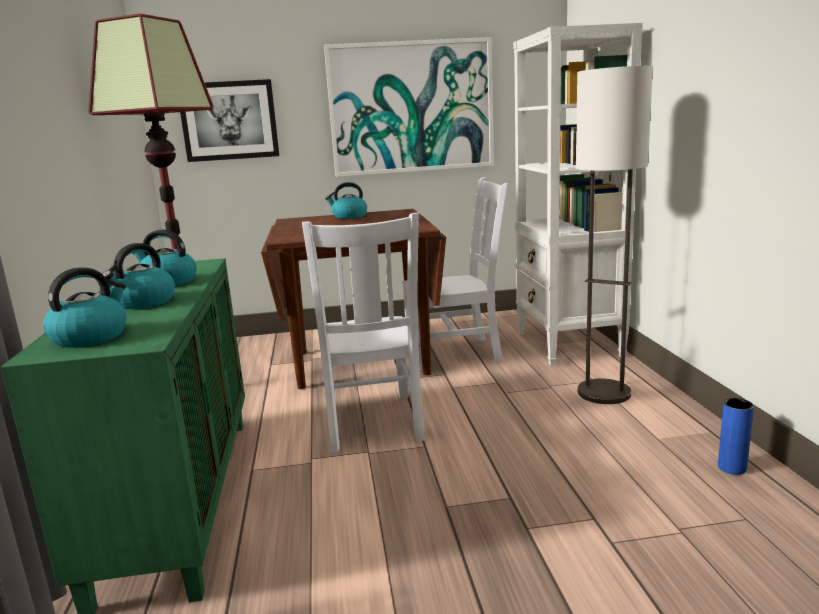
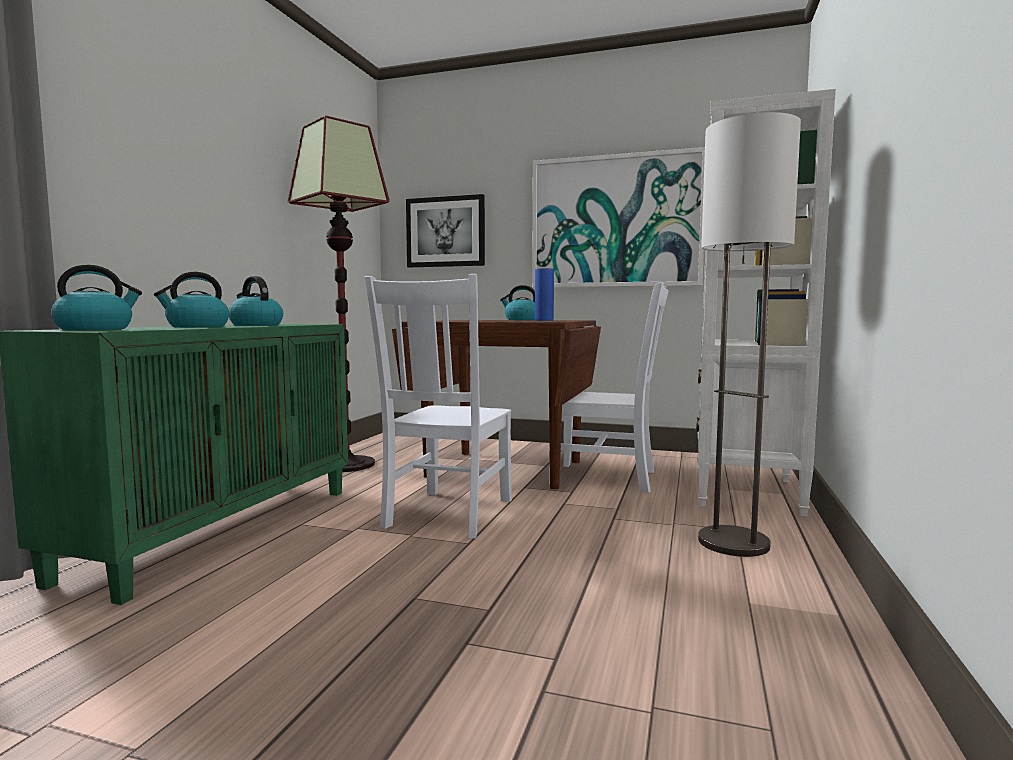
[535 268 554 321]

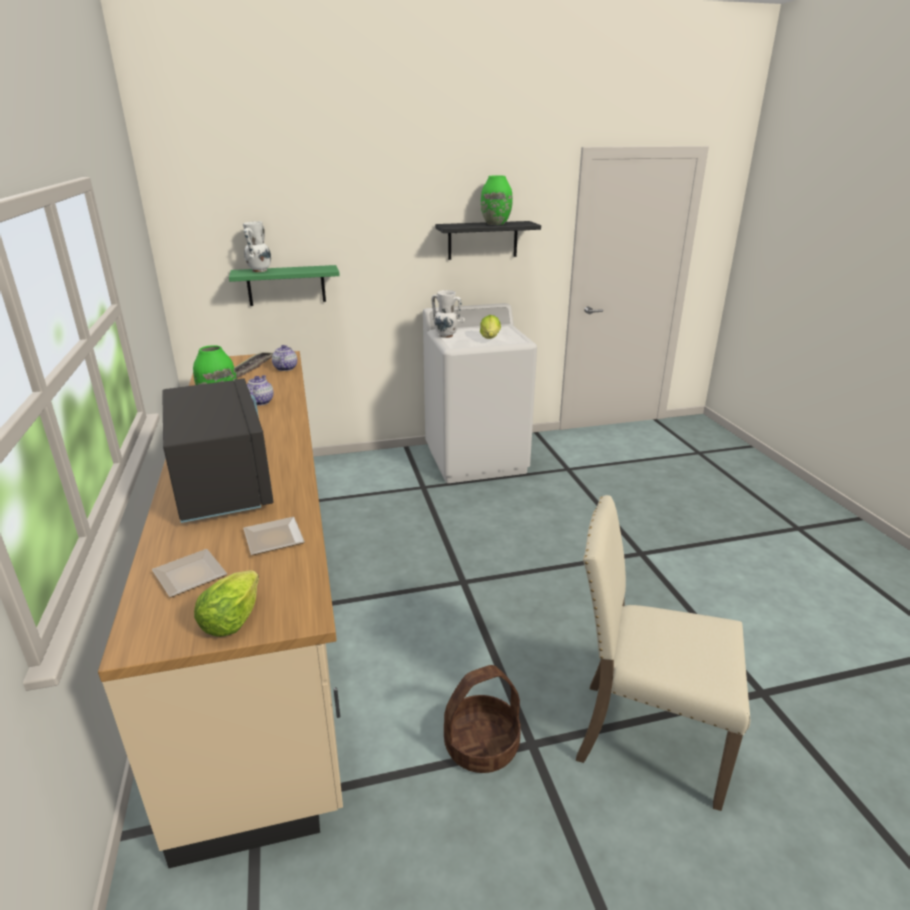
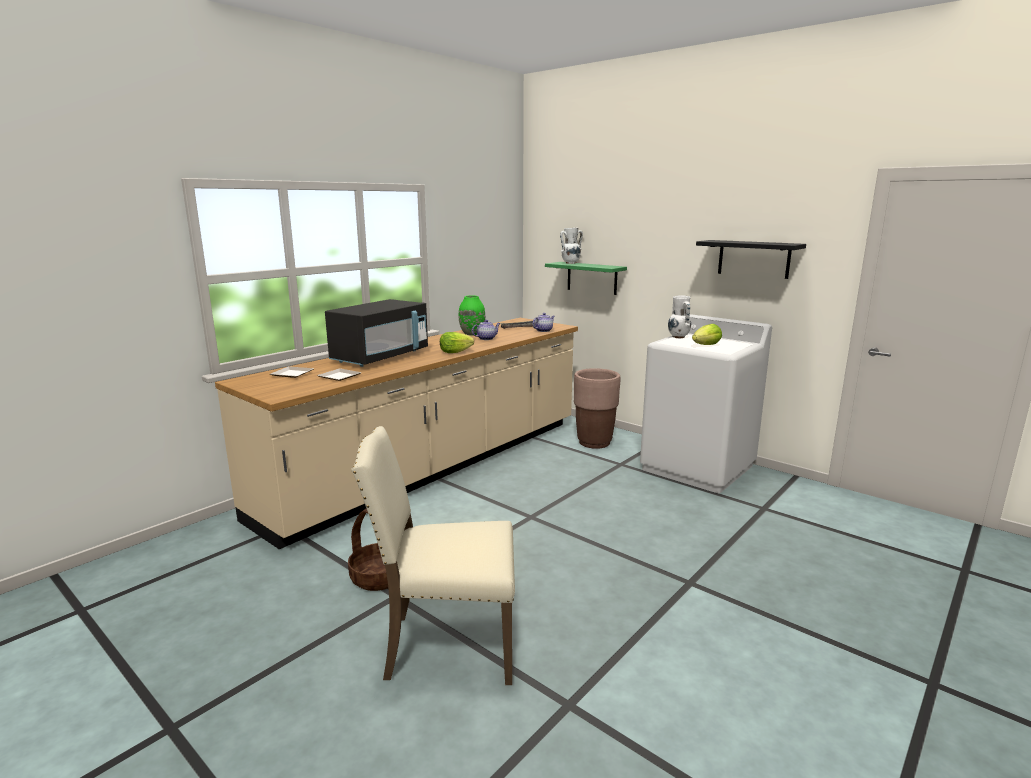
[440 332 474 353]
[481 175 513 225] (first image)
[351 426 515 685]
[574 368 620 449]

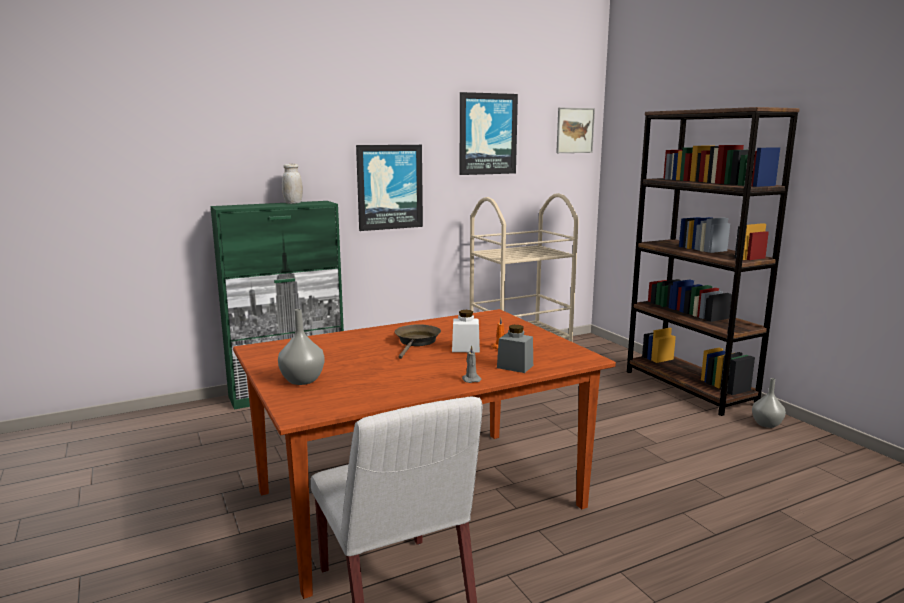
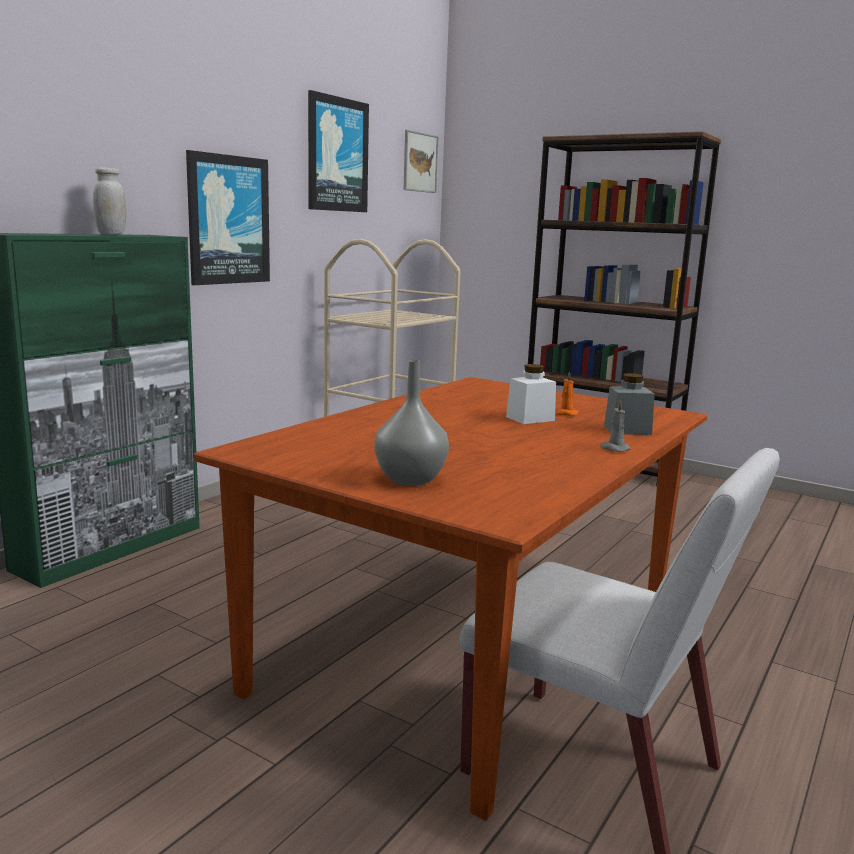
[395 324 441 359] (first image)
[752 378 786 428] (first image)

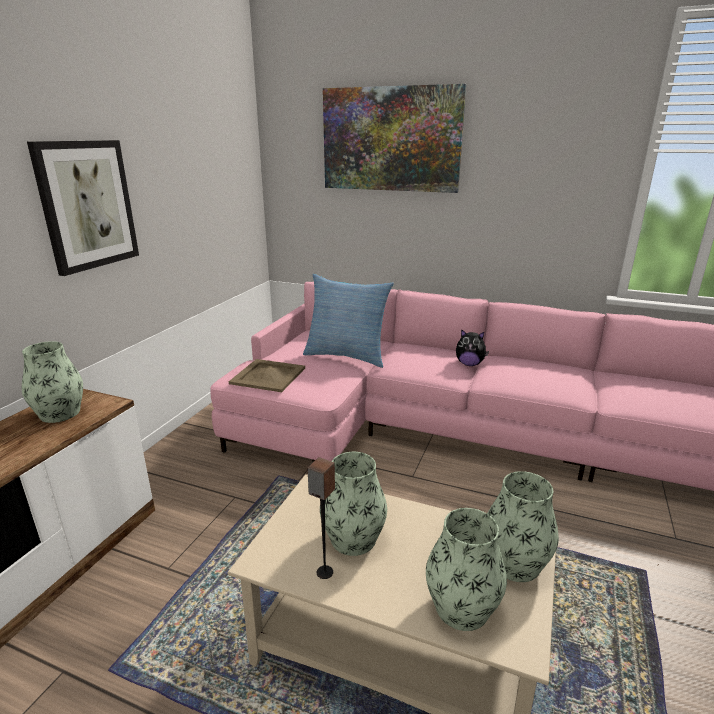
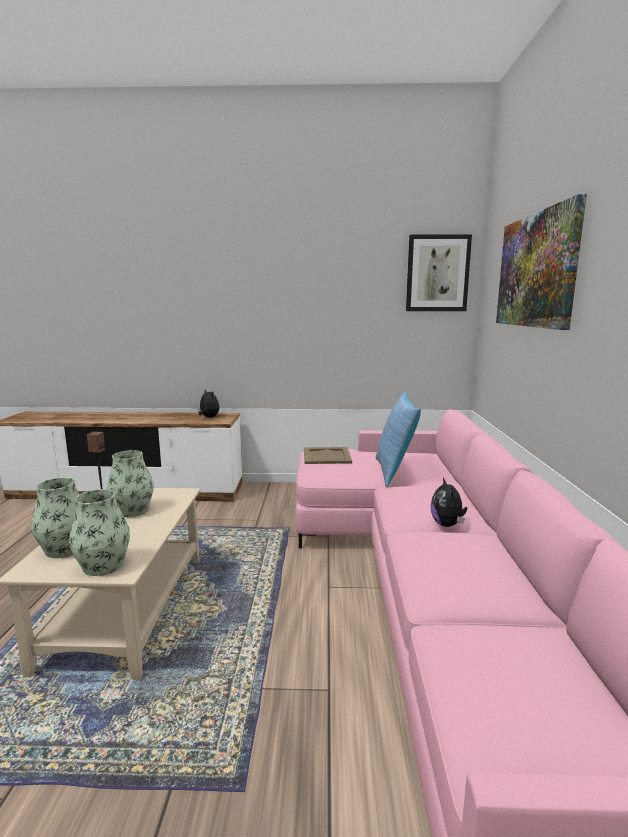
[197 389 219 418]
[406 234 472 311]

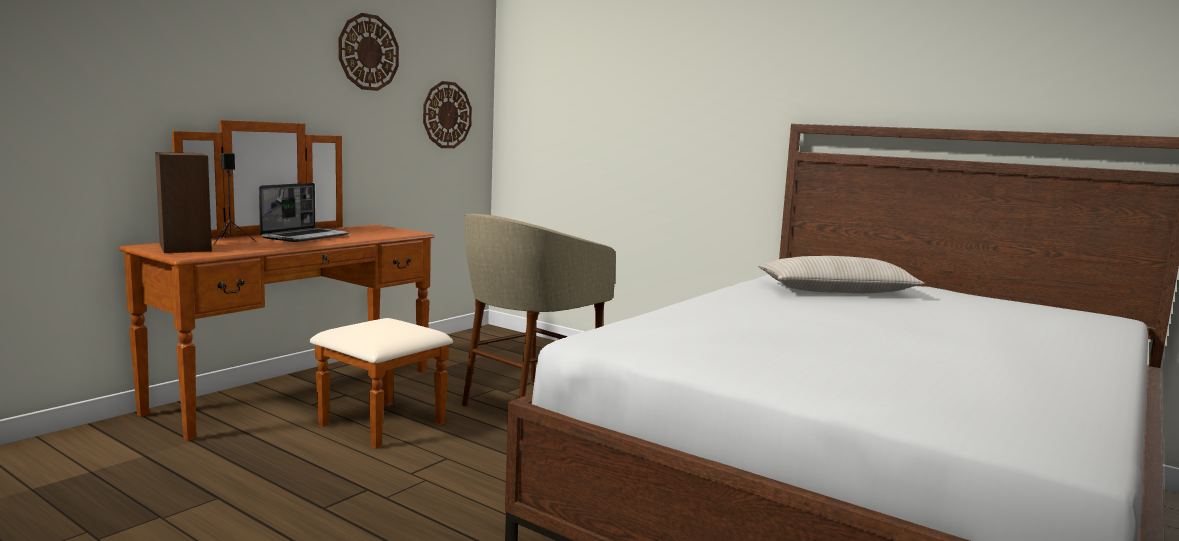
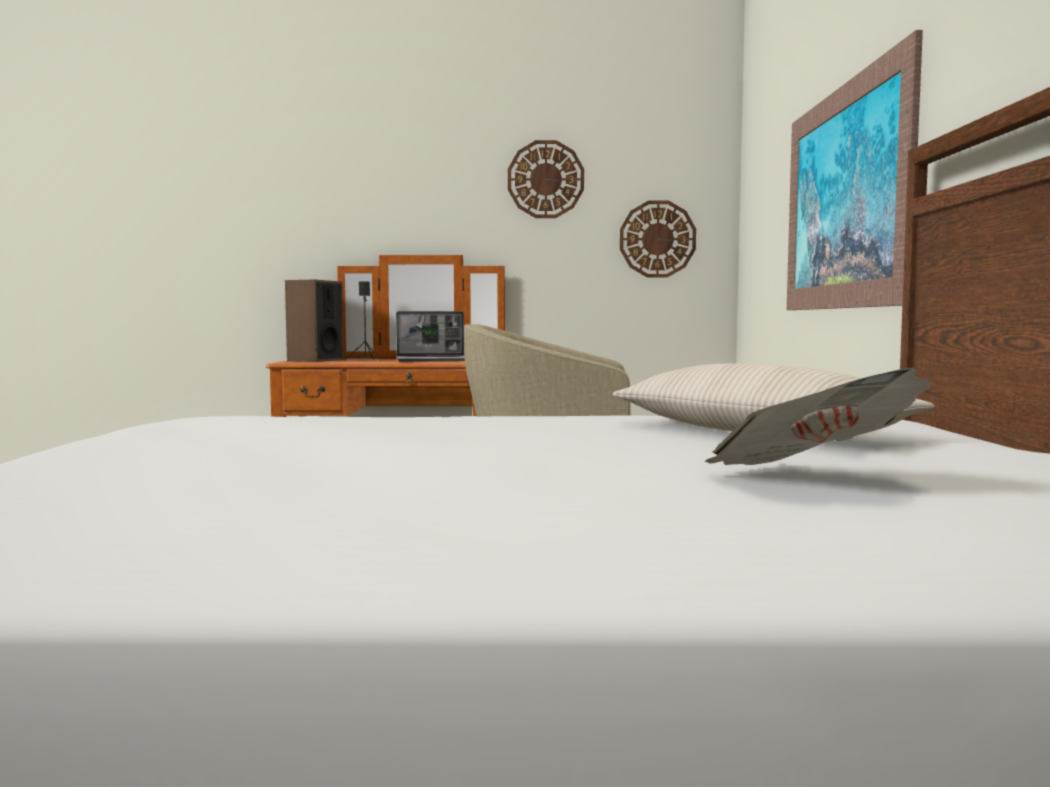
[705 368 931 465]
[787 30 923 310]

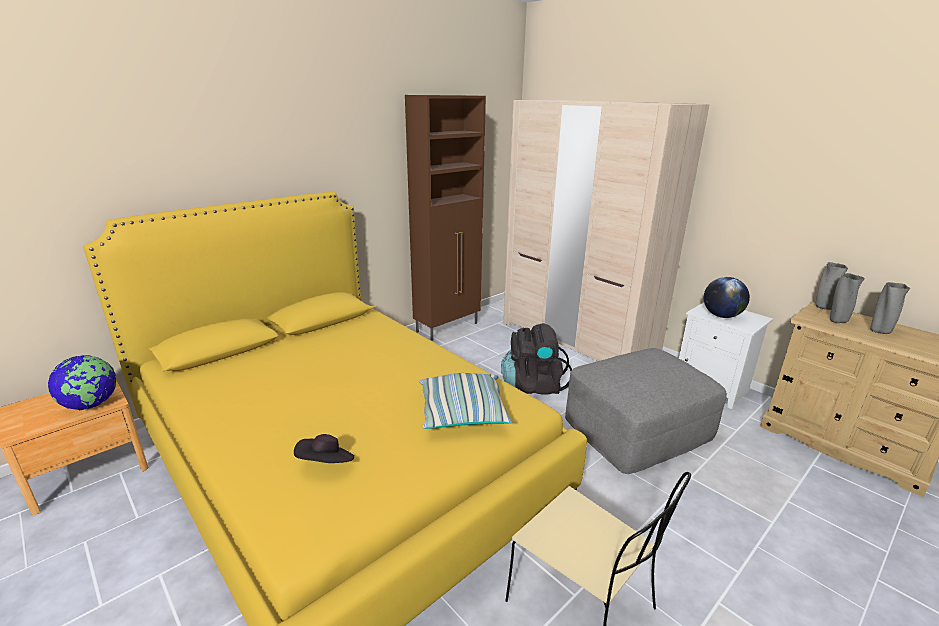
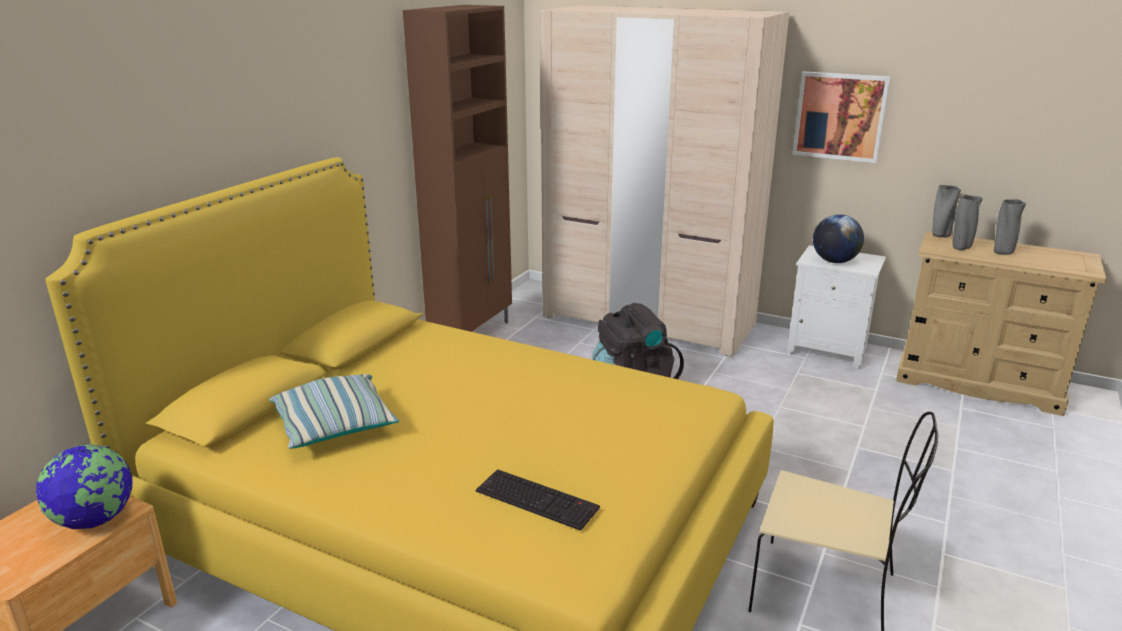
[476 469 600 531]
[269 374 399 449]
[565 348 727 474] (first image)
[792 71 890 163]

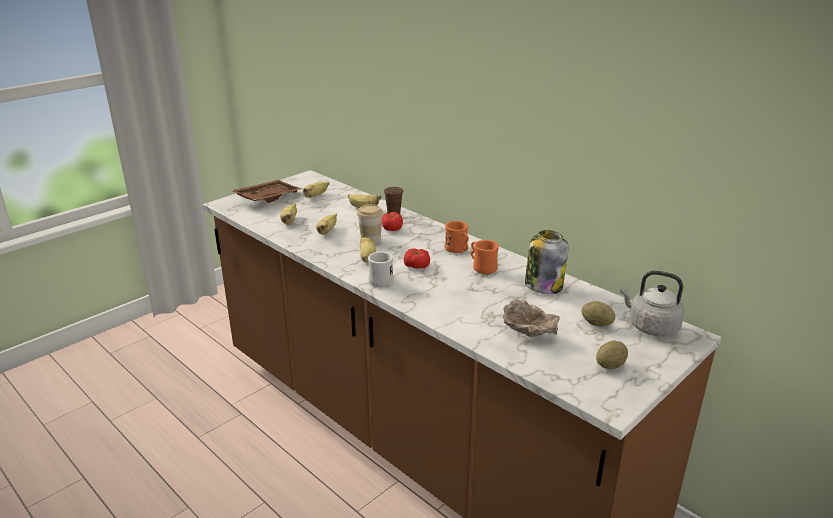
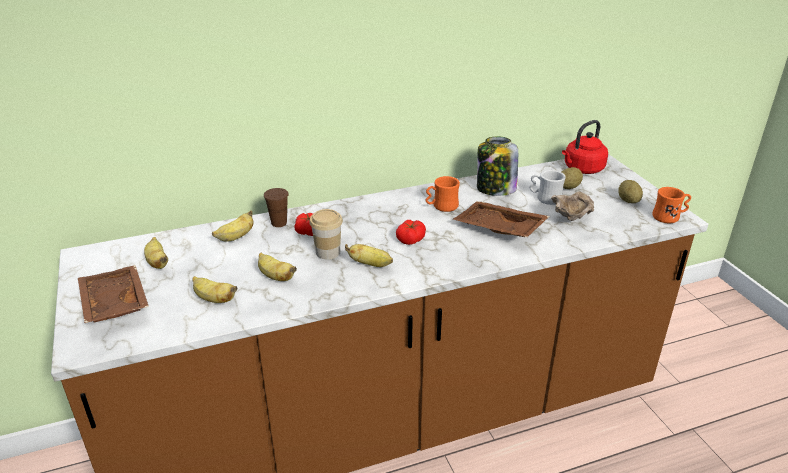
[529 170 566 205]
[652 187 691 223]
[562 120 608 174]
[453 201 550 237]

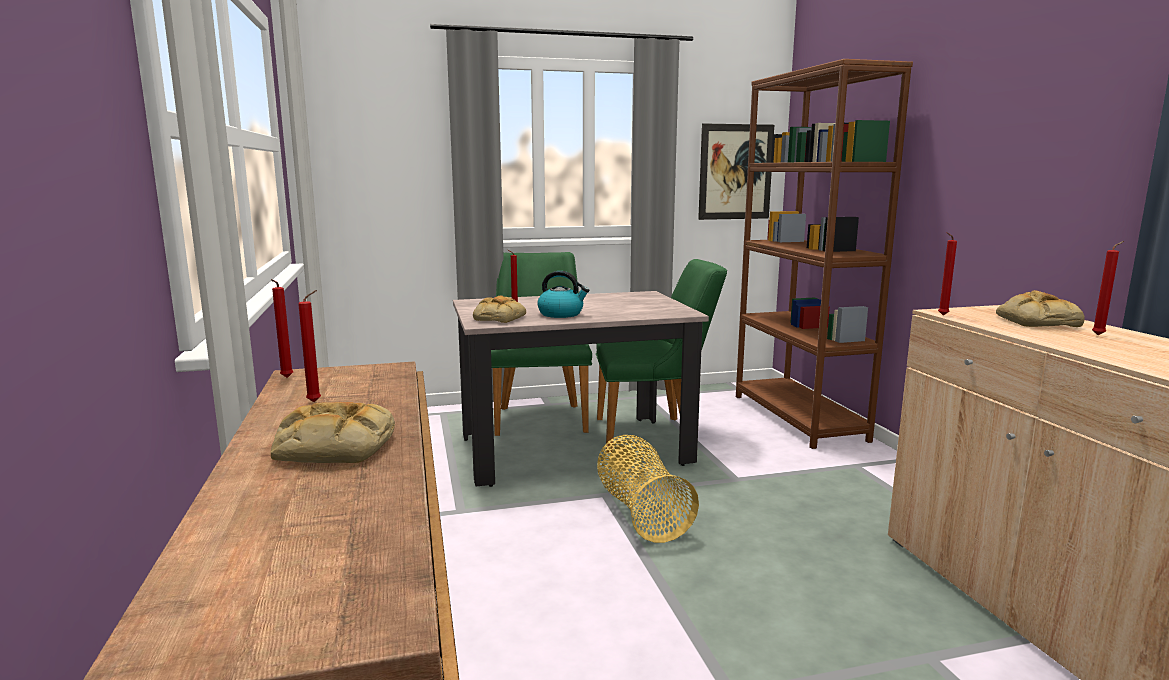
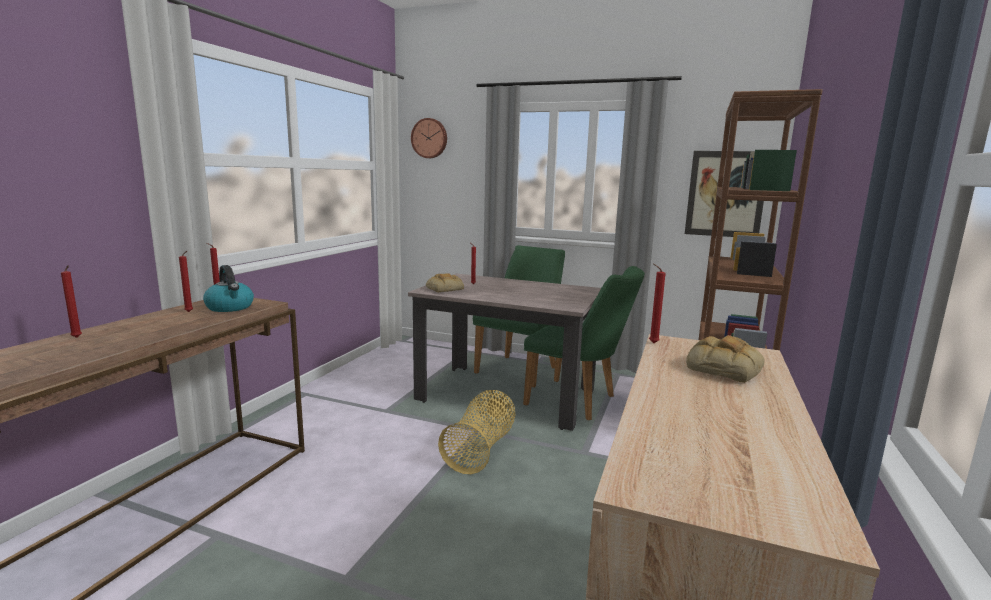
[271 402 395 463] (first image)
[203 265 254 312]
[61 265 82 338]
[411 118 447 158]

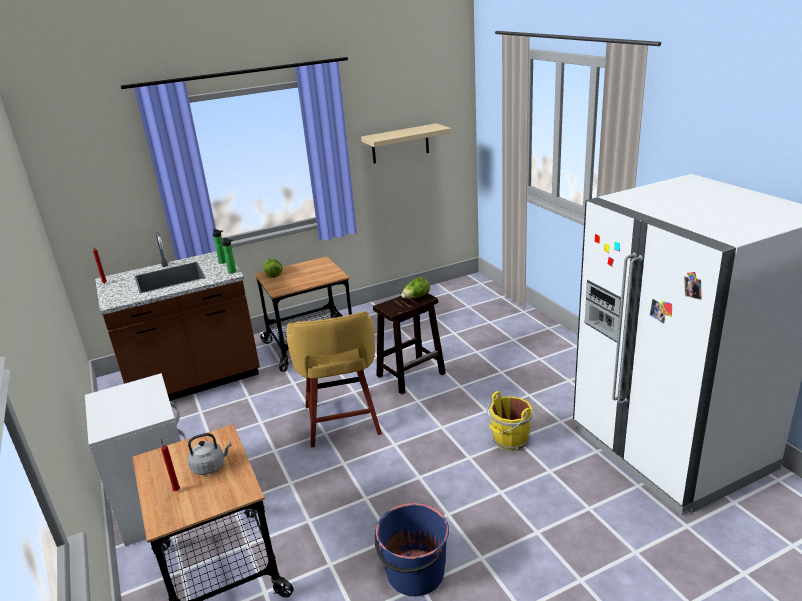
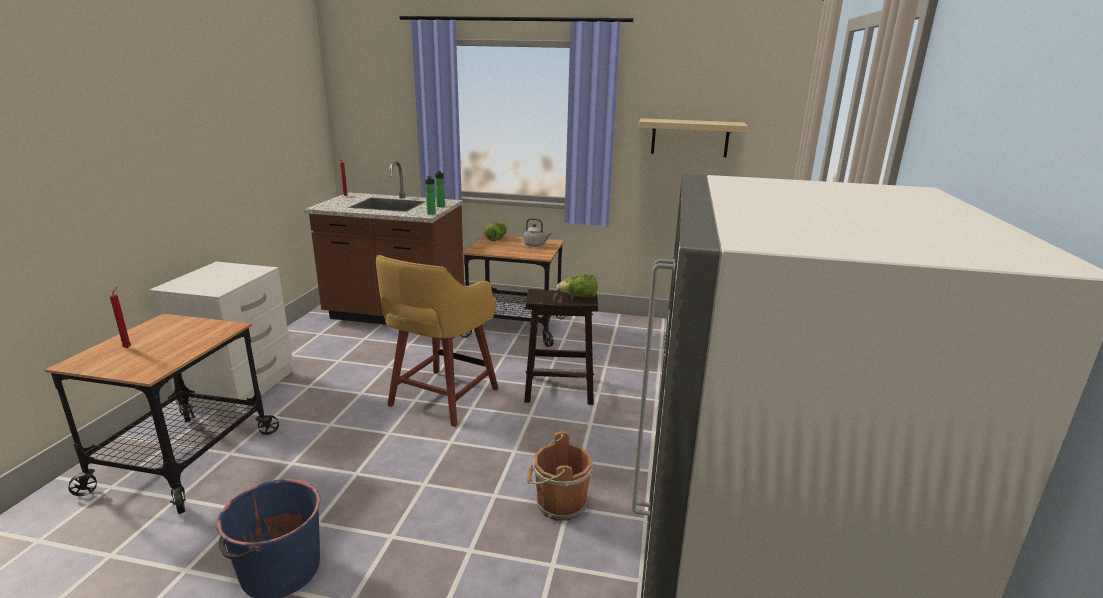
[523 218 551 247]
[527 432 593 520]

